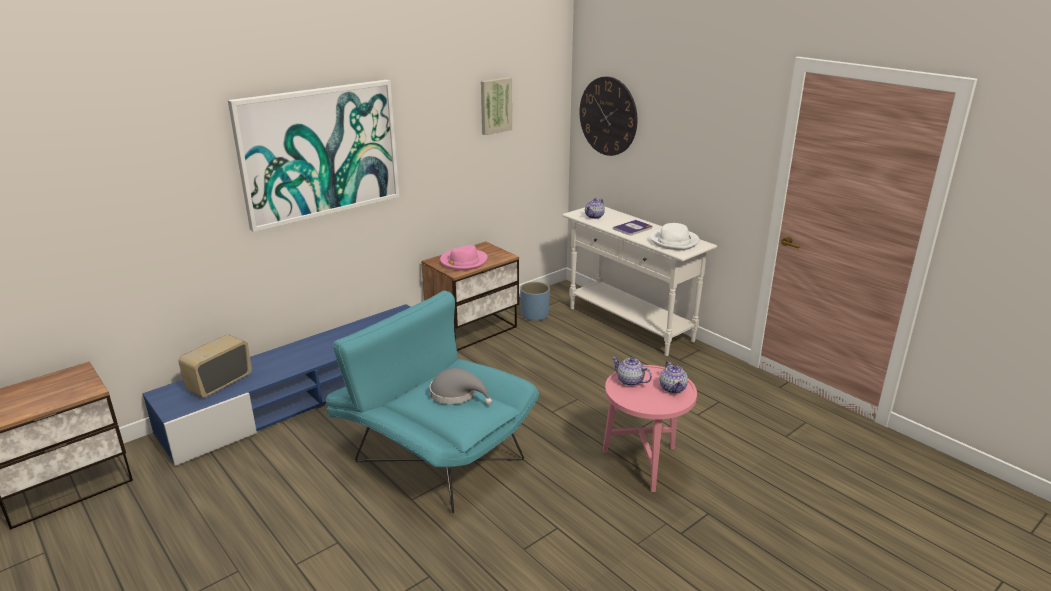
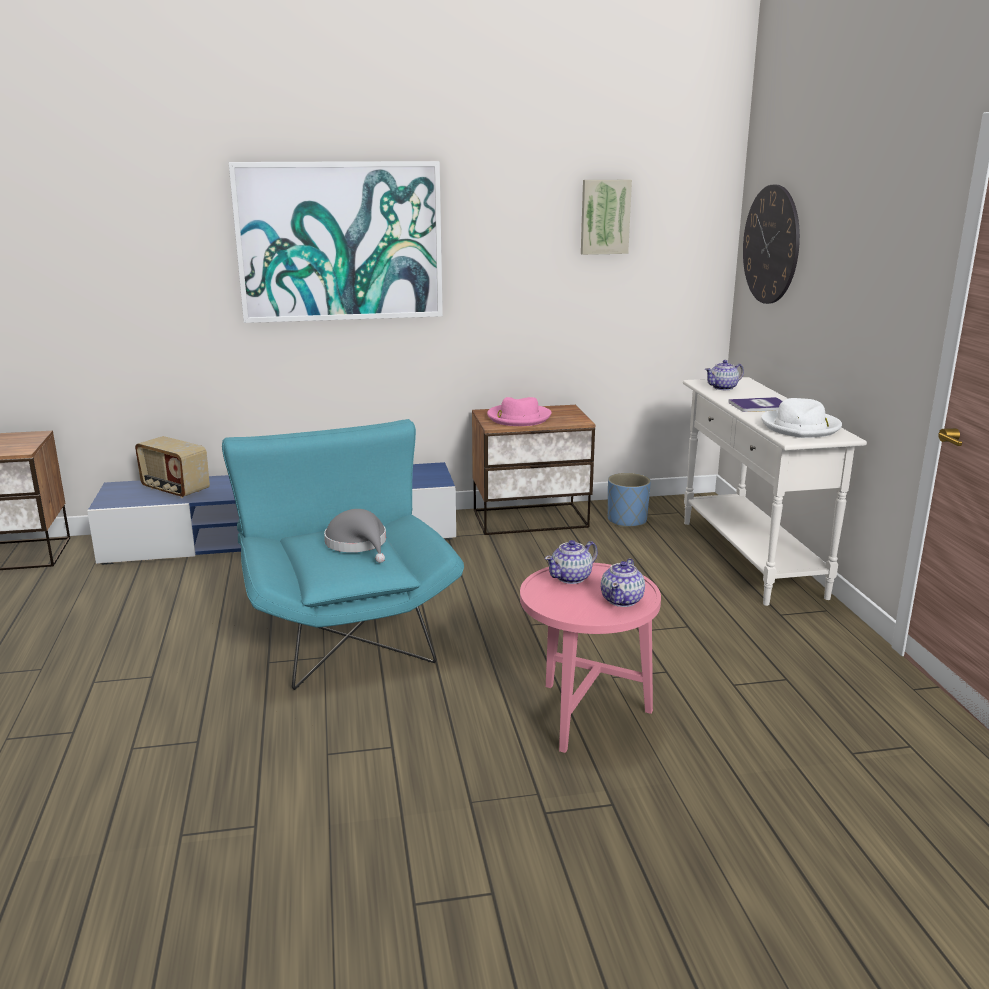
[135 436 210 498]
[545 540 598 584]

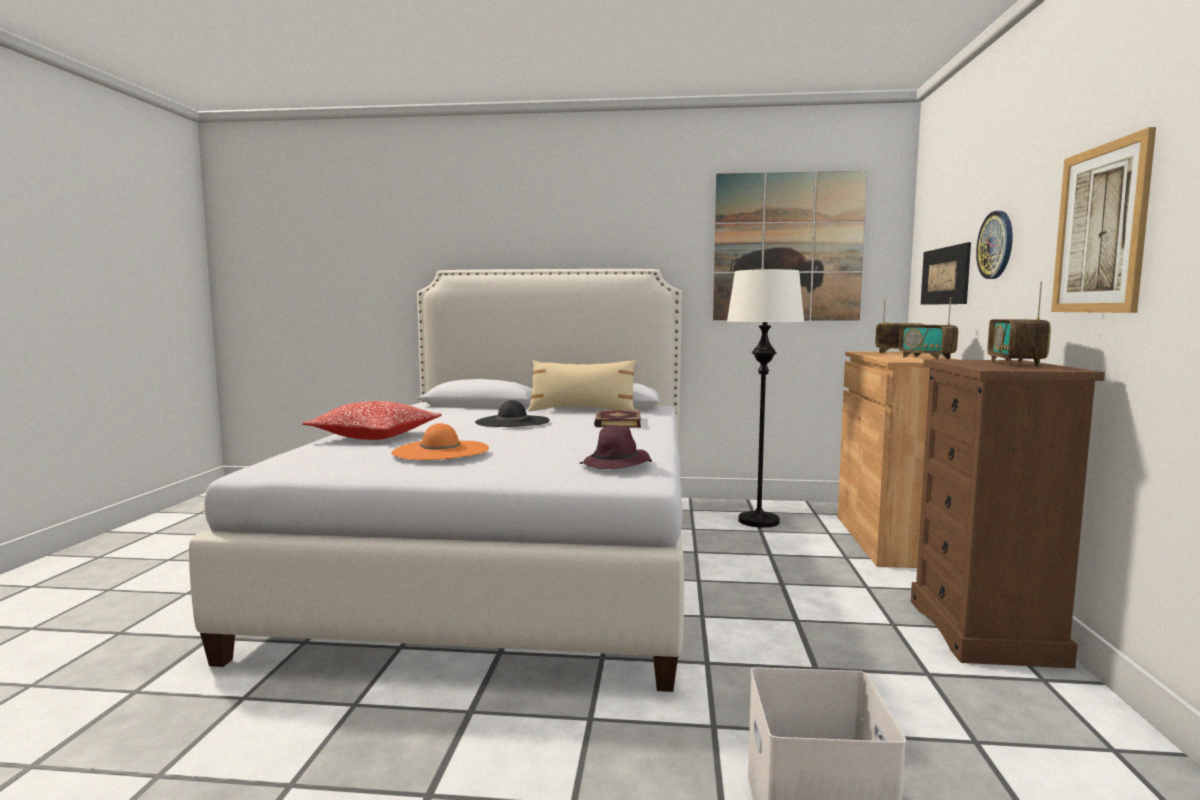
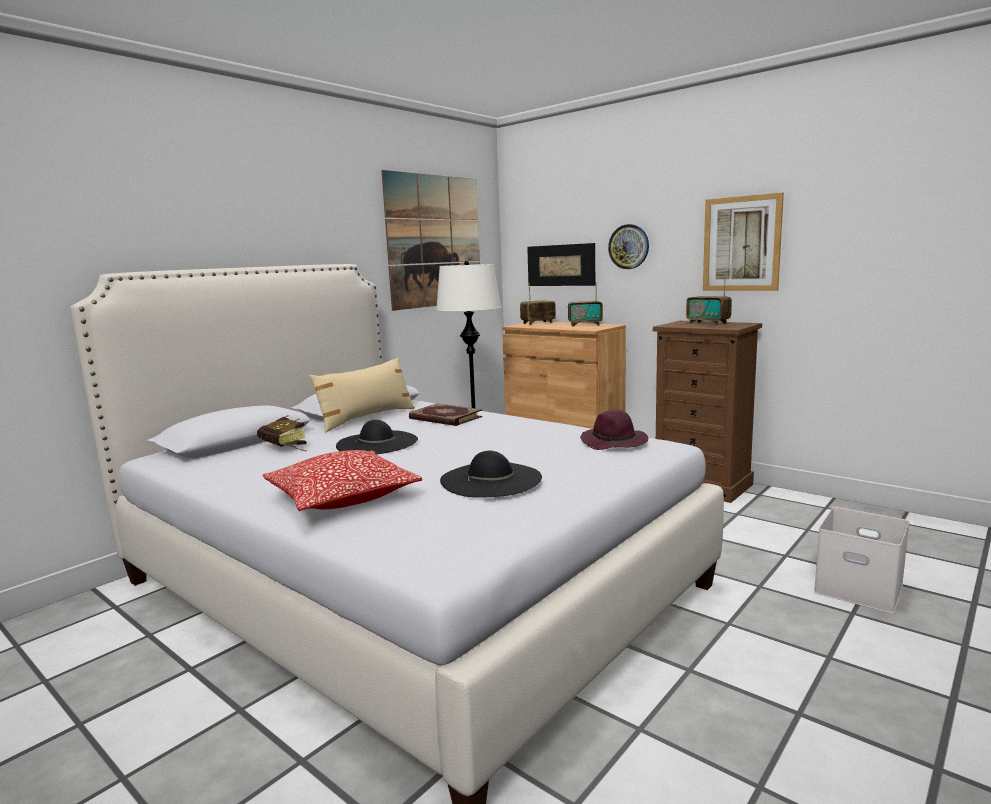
[440 451 542 498]
[257 415 307 452]

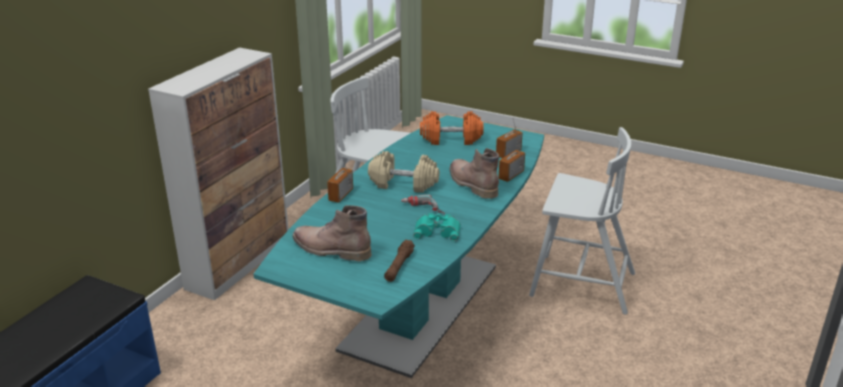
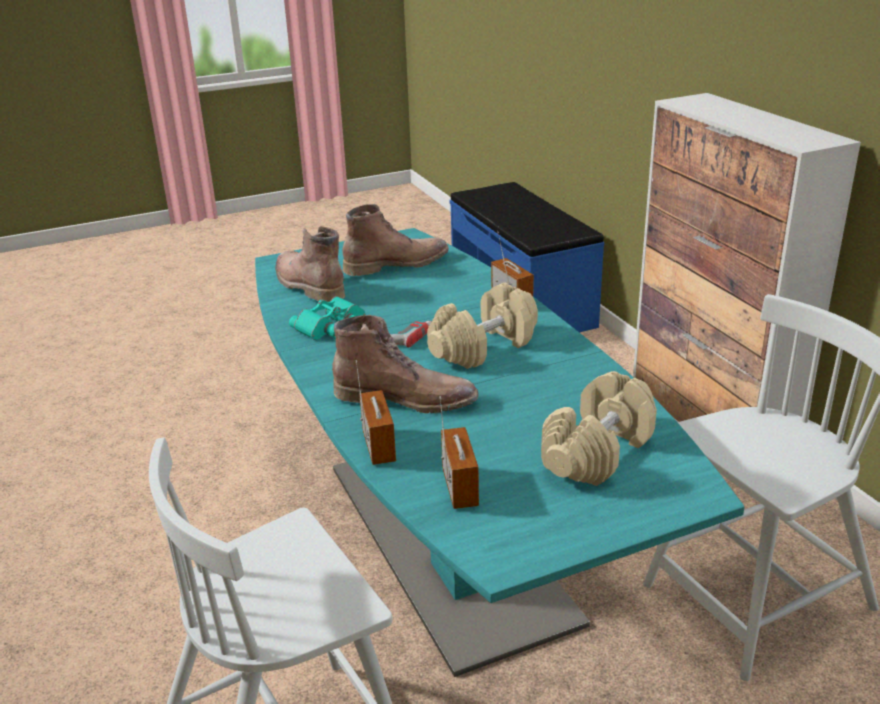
[275 226 345 302]
[541 371 657 486]

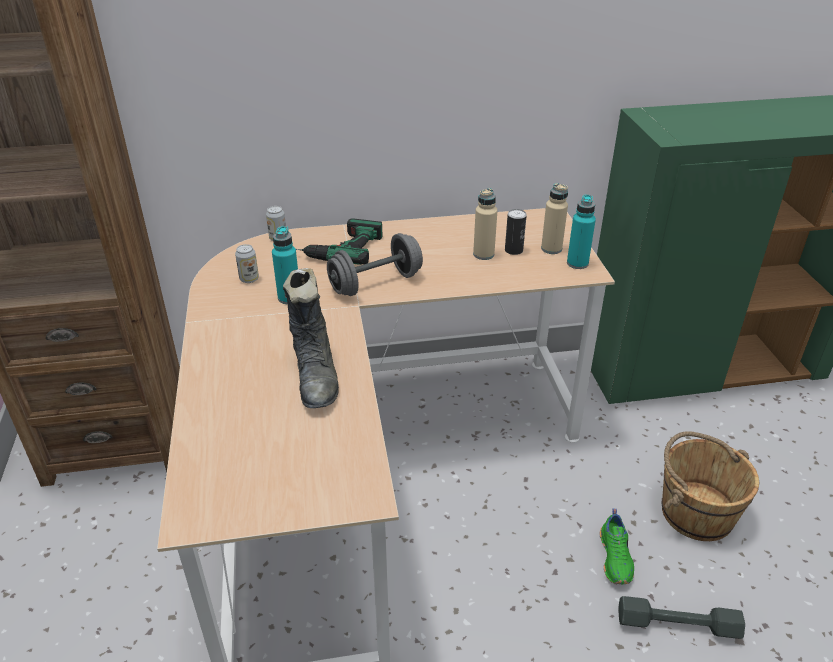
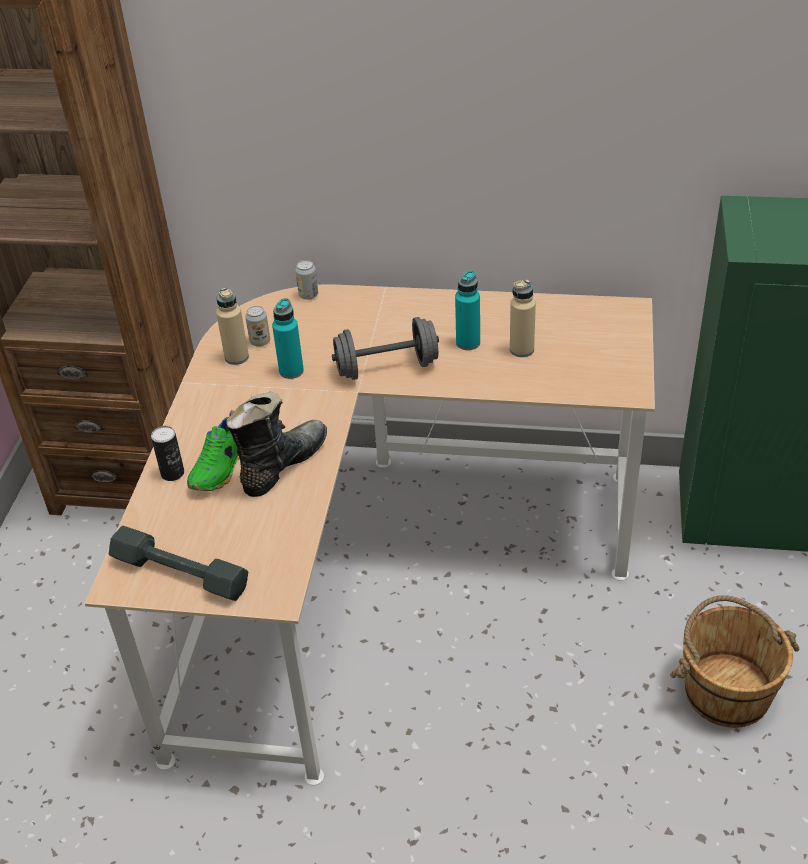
[226 392 327 497]
[296 219 382 265] (first image)
[151 426 184 481]
[216 287 249 365]
[455 270 480 350]
[187 410 239 491]
[109 526 248 601]

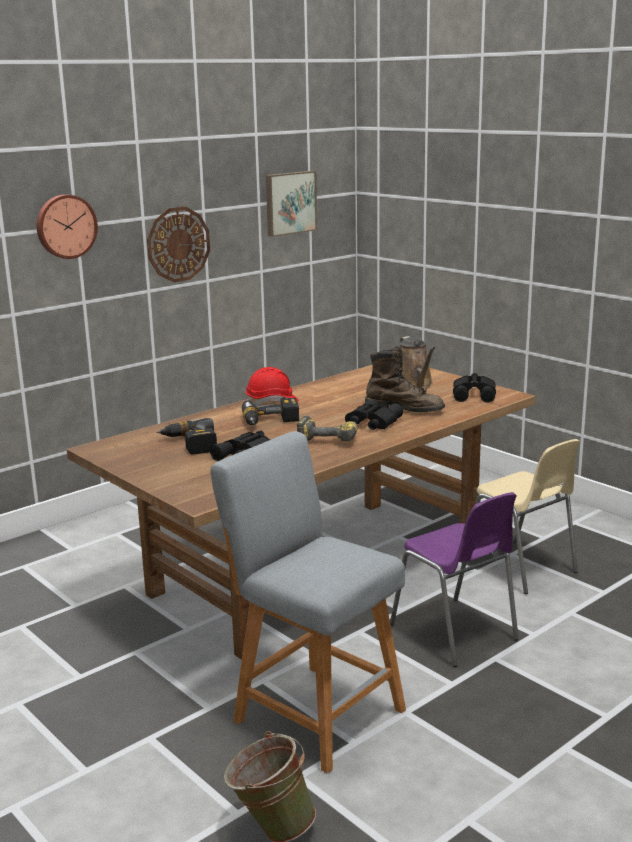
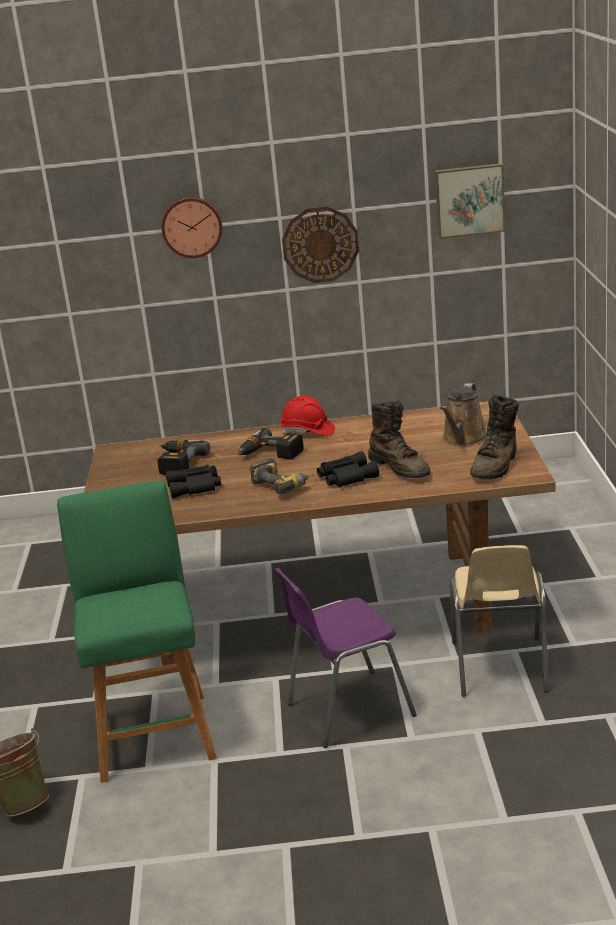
[57 480 217 783]
[274 568 417 748]
[470 395 519 479]

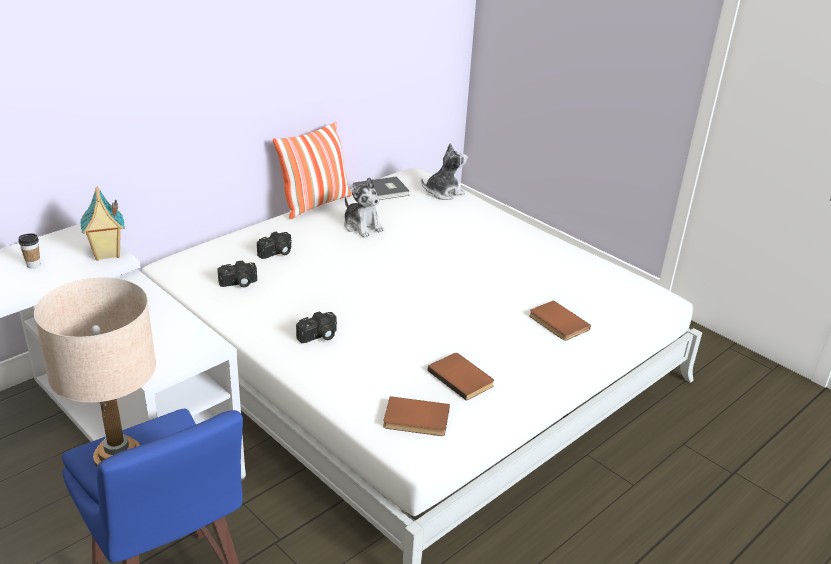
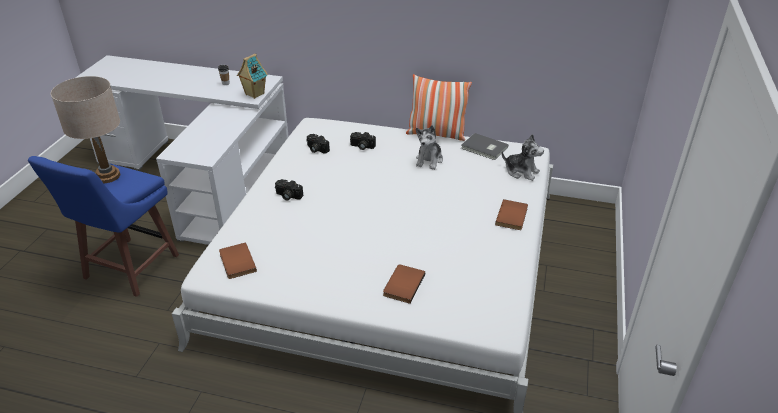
[495 199 528 230]

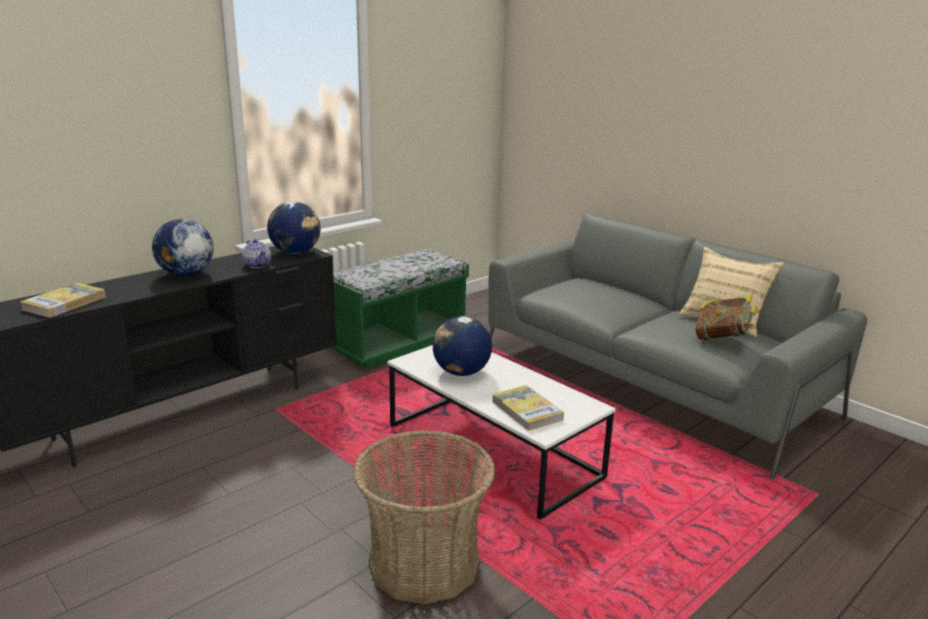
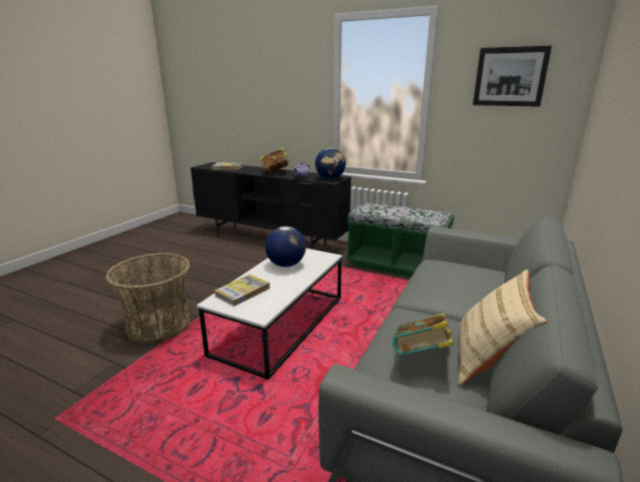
[260 147 290 174]
[473 46 552 107]

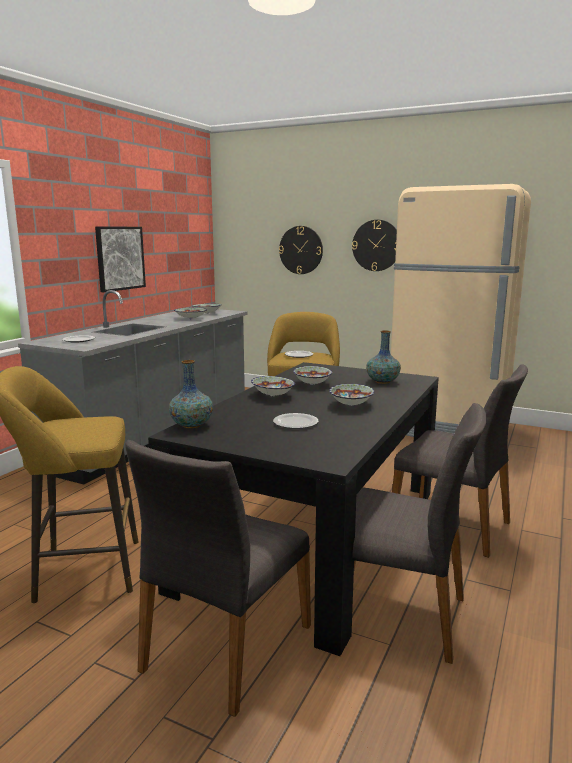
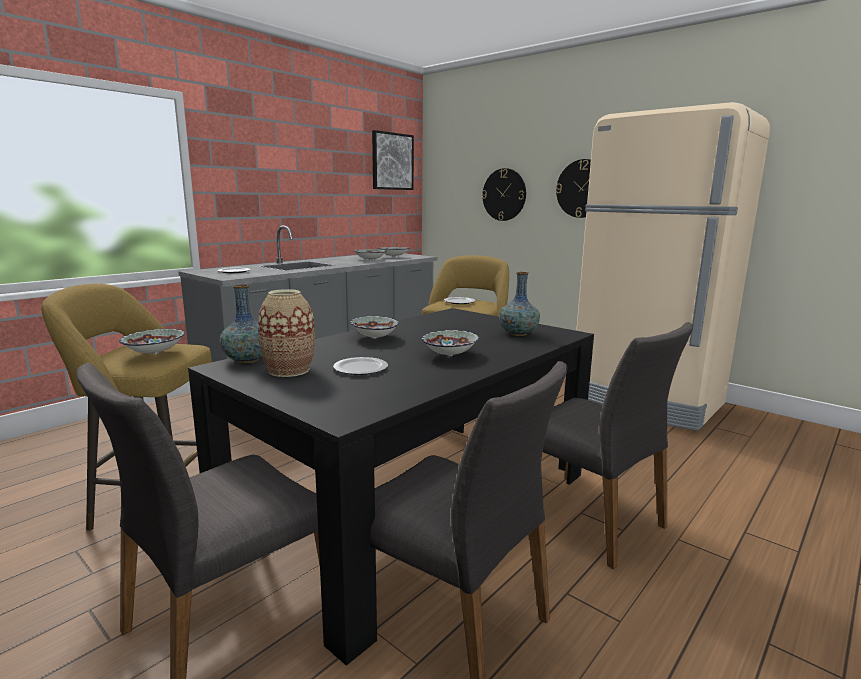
[372 130 414 190]
[119 329 185 354]
[258 289 315 377]

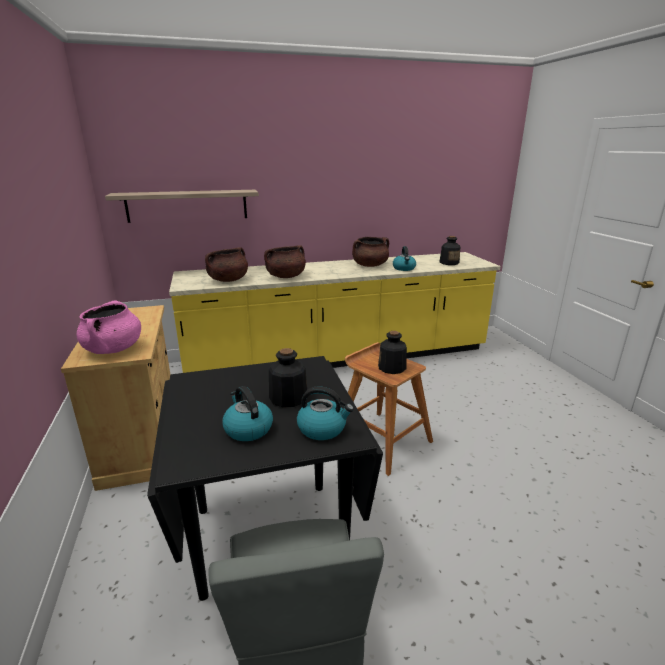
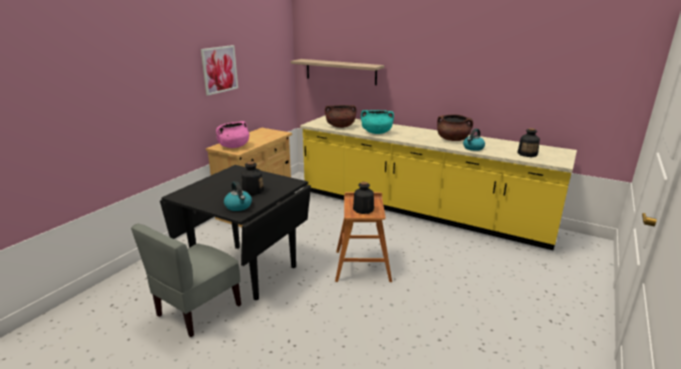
[222 386 273 441] (first image)
[361 110 394 134]
[201 45 238 96]

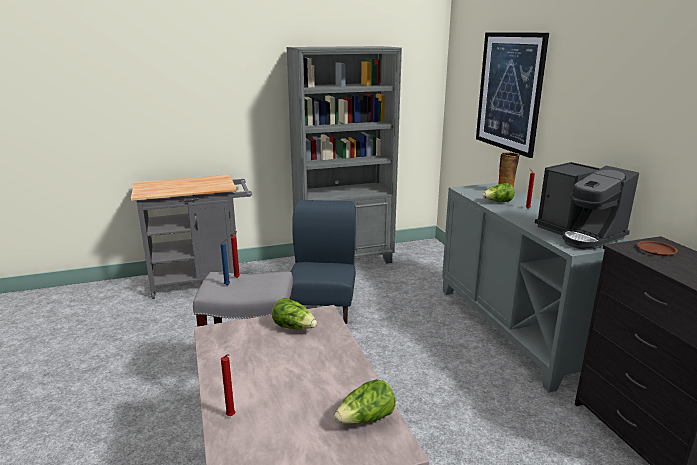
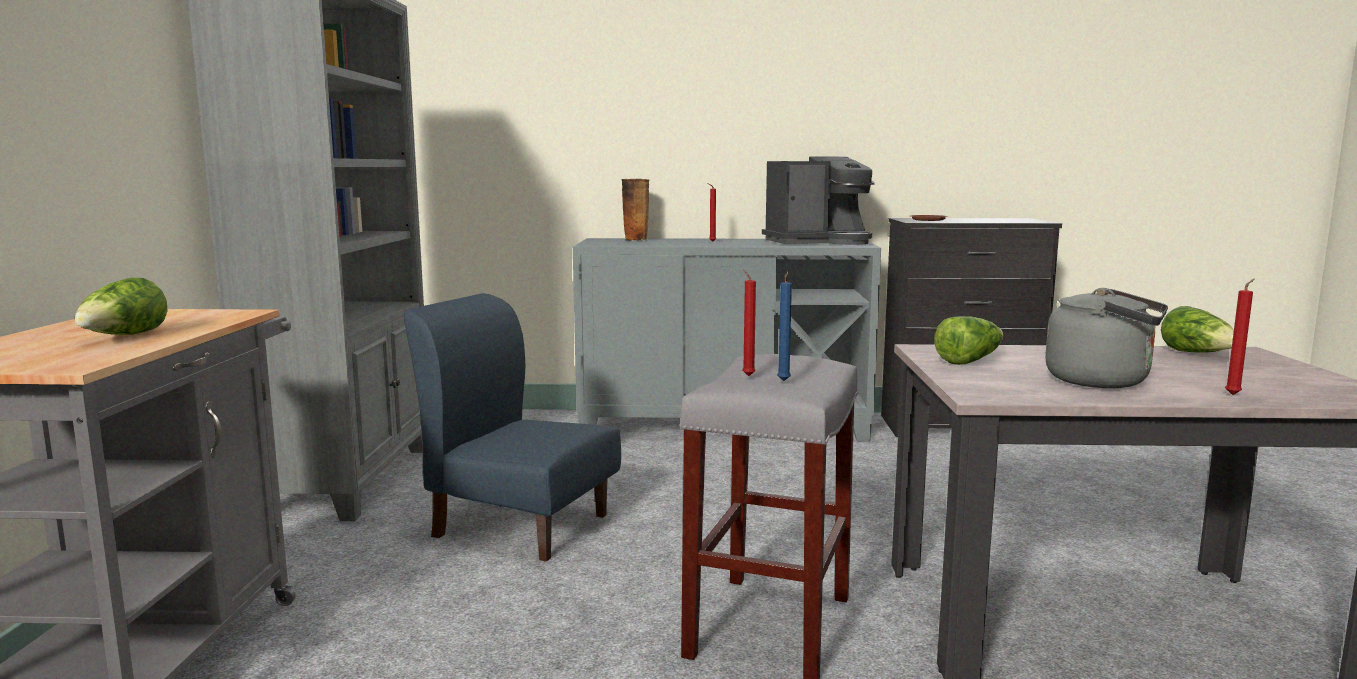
[476 32 549 158] (first image)
[75 277 167 335]
[1045 288 1168 388]

